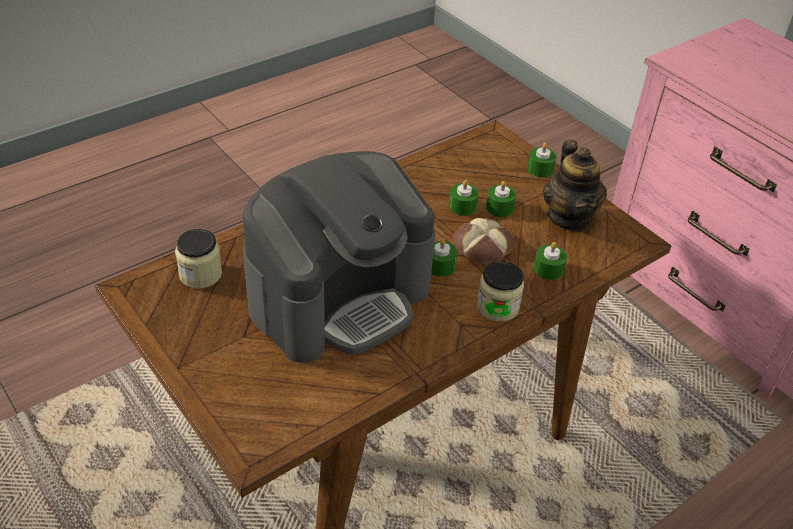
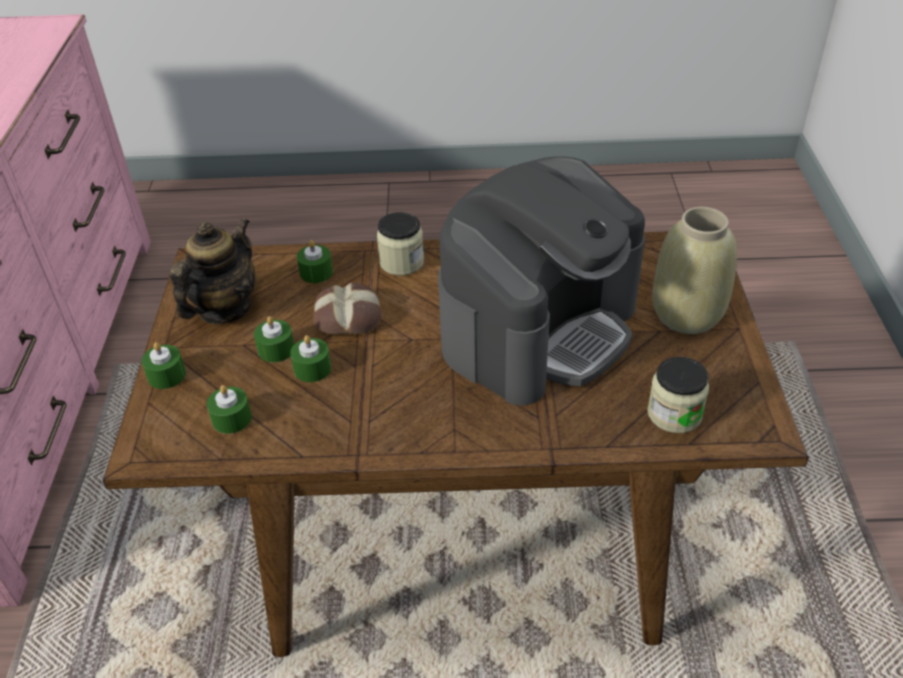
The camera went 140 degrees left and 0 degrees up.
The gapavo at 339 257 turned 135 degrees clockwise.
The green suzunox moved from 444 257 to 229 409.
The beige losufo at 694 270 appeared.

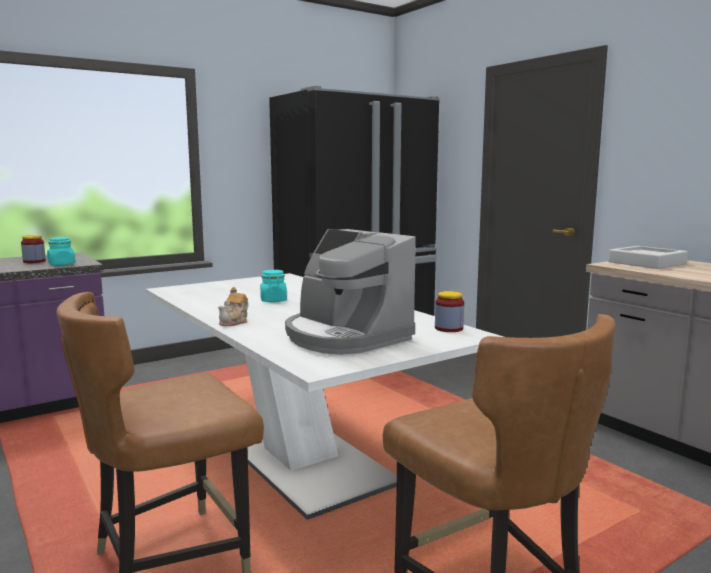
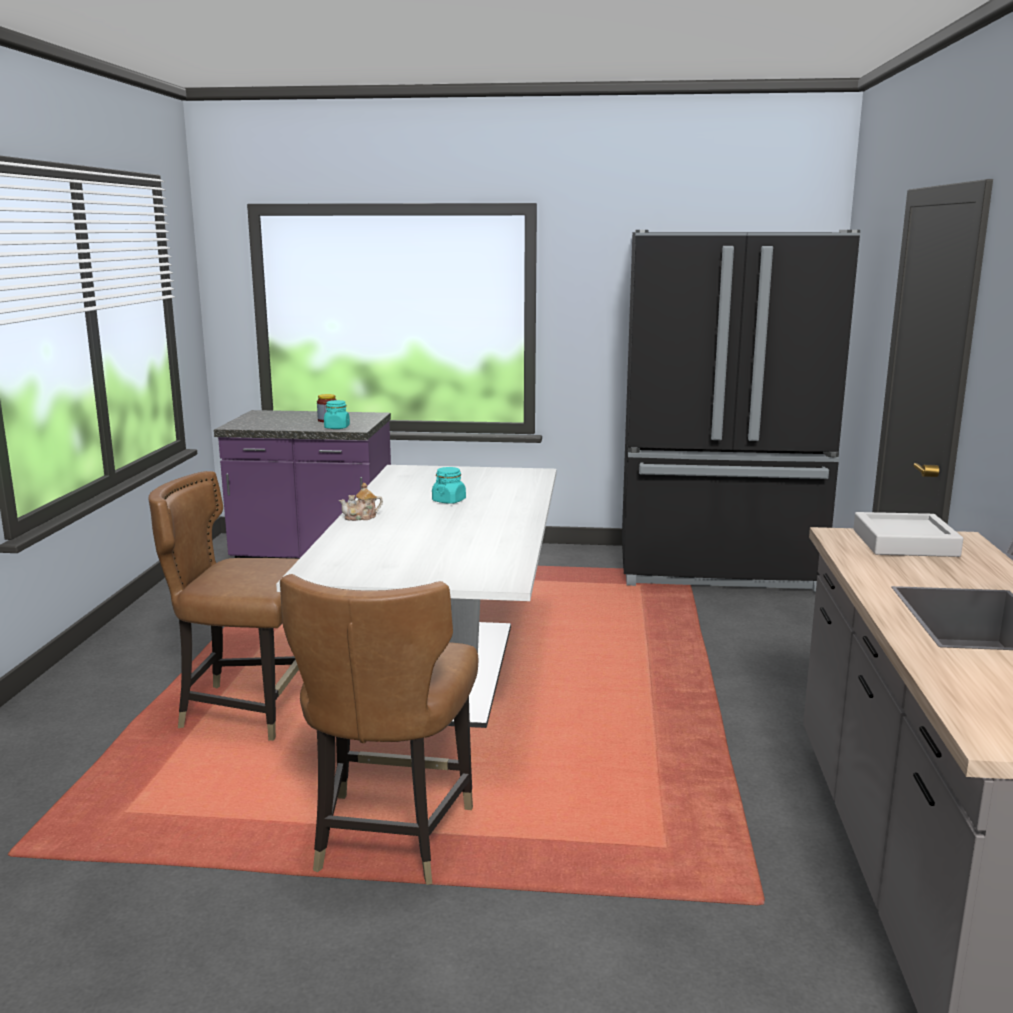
The camera went 40 degrees right and 5 degrees up.
The gapavo at 350 292 disappeared.
The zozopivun at 449 311 disappeared.

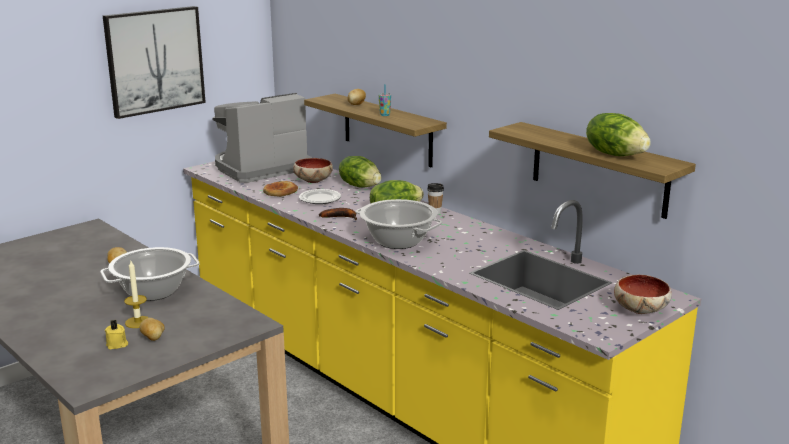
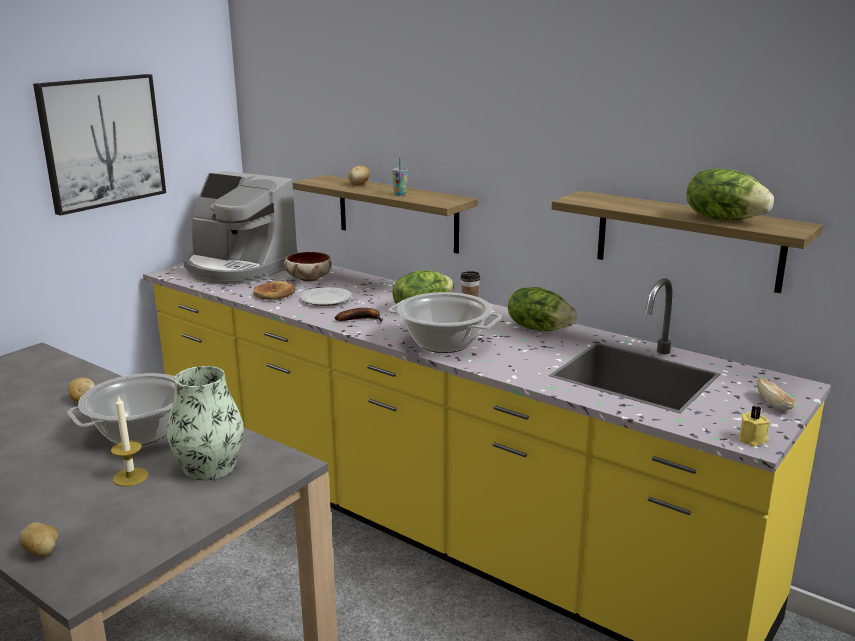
The camera went 10 degrees left and 0 degrees up.
The yellow suzunox moved from 116 334 to 754 426.
The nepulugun moved from 152 329 to 39 540.
The gapavo at 262 138 turned 105 degrees counterclockwise.
The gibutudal moved from 360 172 to 542 309.
The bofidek at 643 294 was replaced by the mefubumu at 776 394.
The losufo at 205 423 appeared.

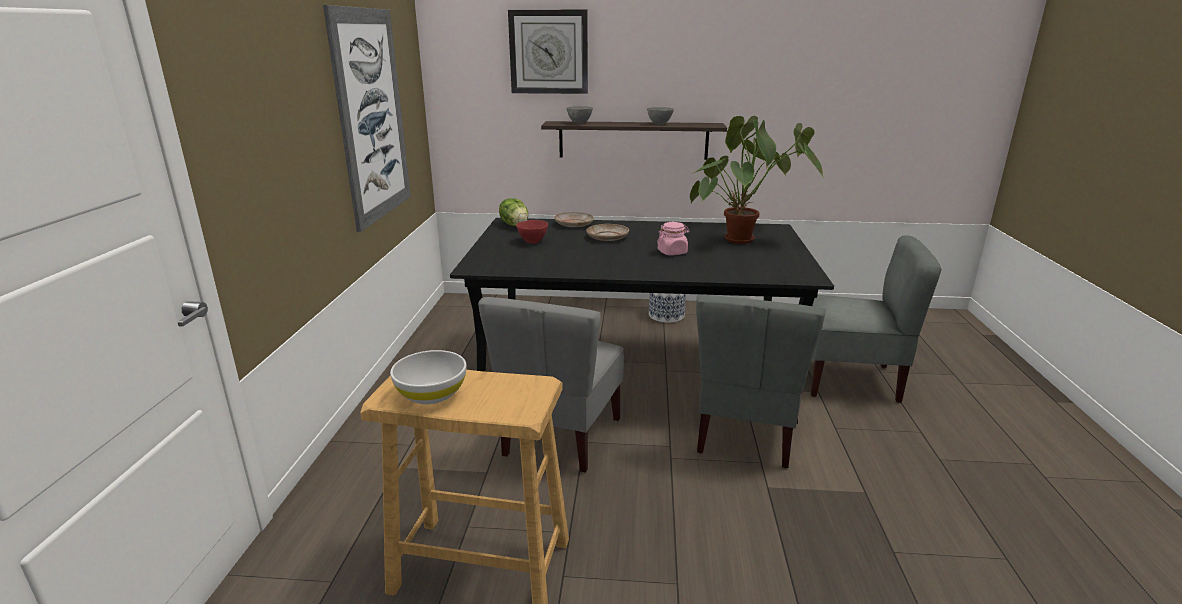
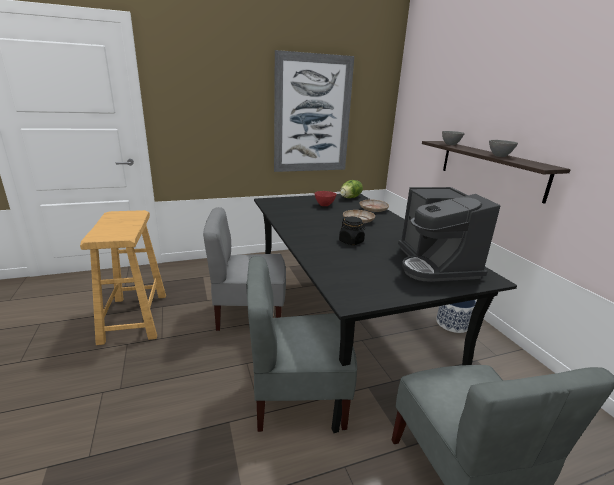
The camera went 65 degrees right and 0 degrees up.
The white bofidek at 428 377 disappeared.
The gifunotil at 548 52 disappeared.
The pink zozopivun at 673 238 became the black zozopivun at 352 231.
The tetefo at 757 180 was replaced by the gapavo at 449 234.

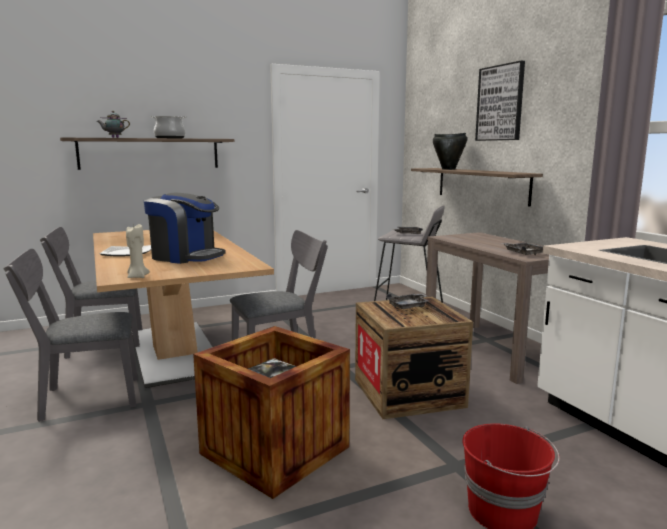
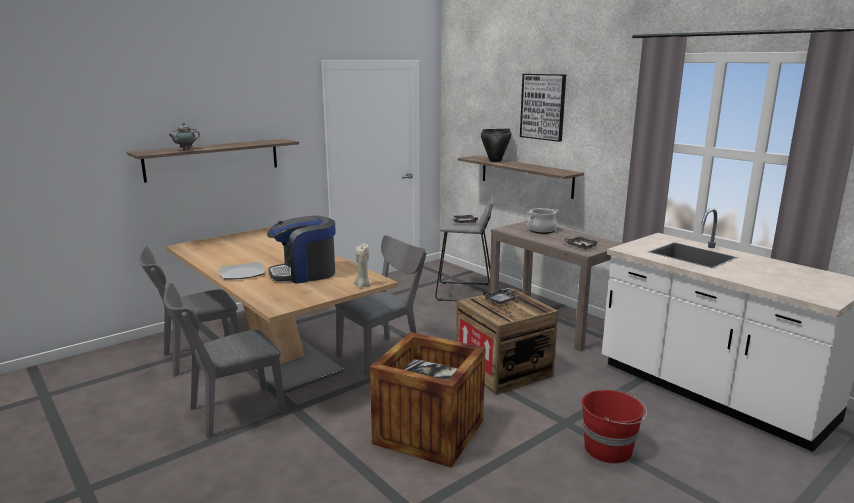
The camera went 15 degrees left and 5 degrees up.
The beige suzunox moved from 137 251 to 362 265.
The gapavo at 185 228 turned 150 degrees clockwise.
The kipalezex moved from 168 127 to 543 221.

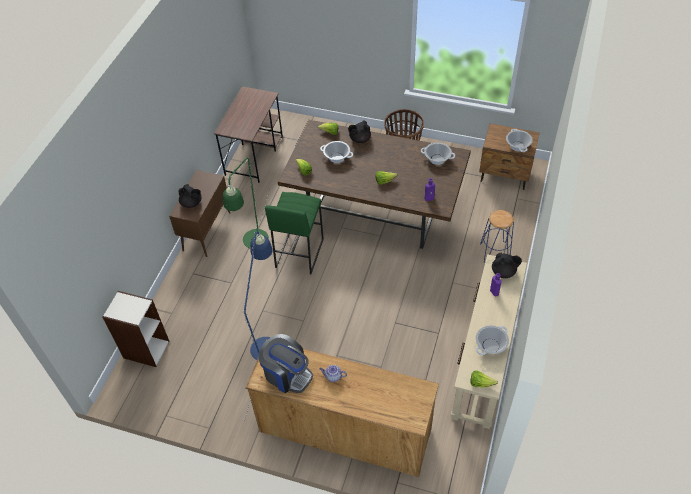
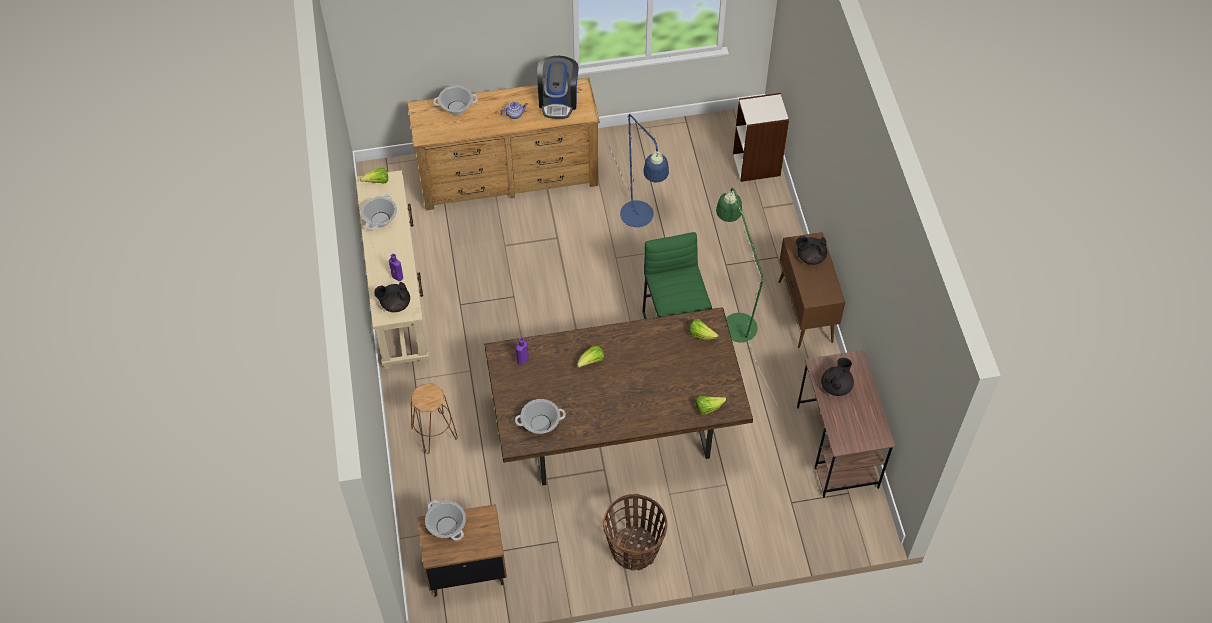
The camera went 150 degrees right and 5 degrees up.
The gapavo at 285 363 turned 90 degrees counterclockwise.
The kipalezex moved from 336 152 to 455 100.
The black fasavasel moved from 359 131 to 837 377.
The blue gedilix at 497 236 became the brown gedilix at 434 418.

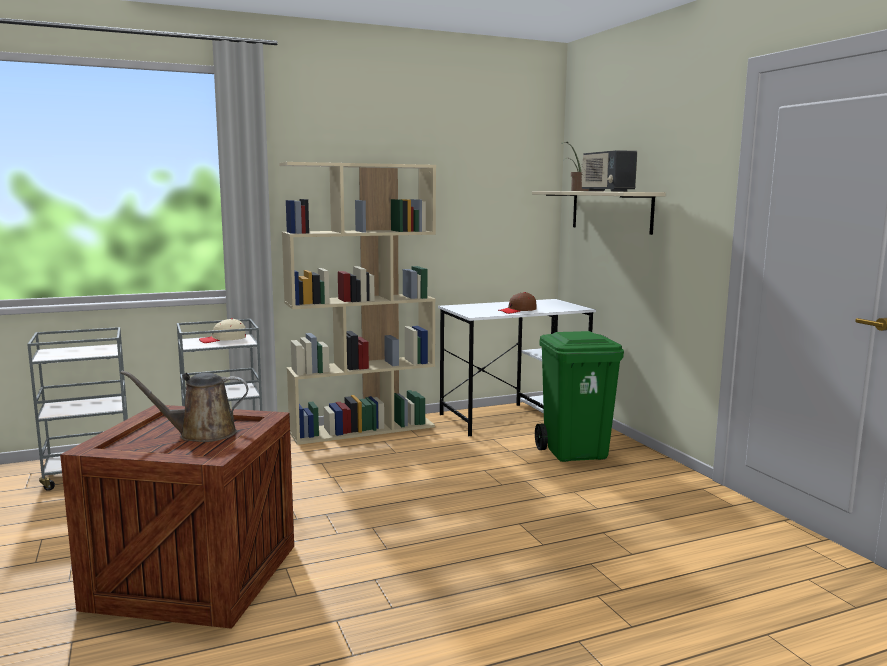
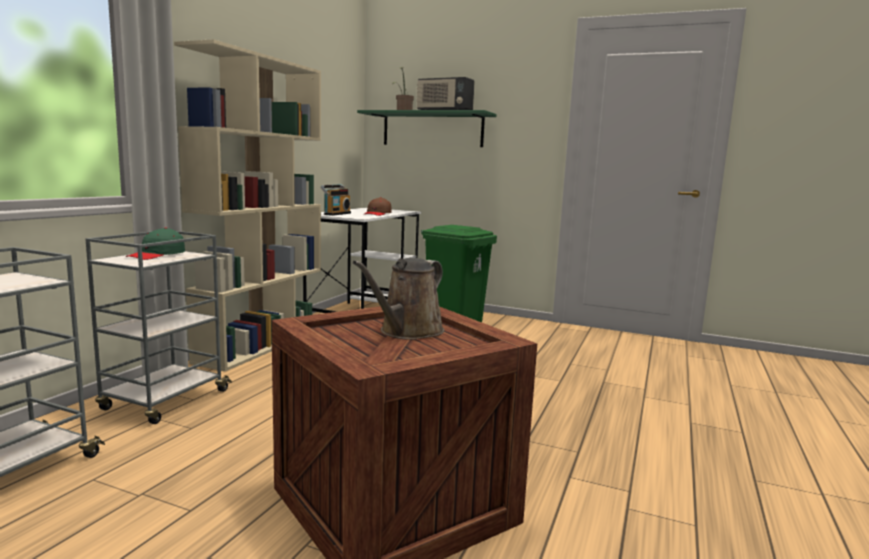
The camera went 45 degrees left and 0 degrees up.
The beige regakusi at 222 330 became the green regakusi at 155 243.
The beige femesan at 599 213 became the green femesan at 427 128.
The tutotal at 335 200 appeared.

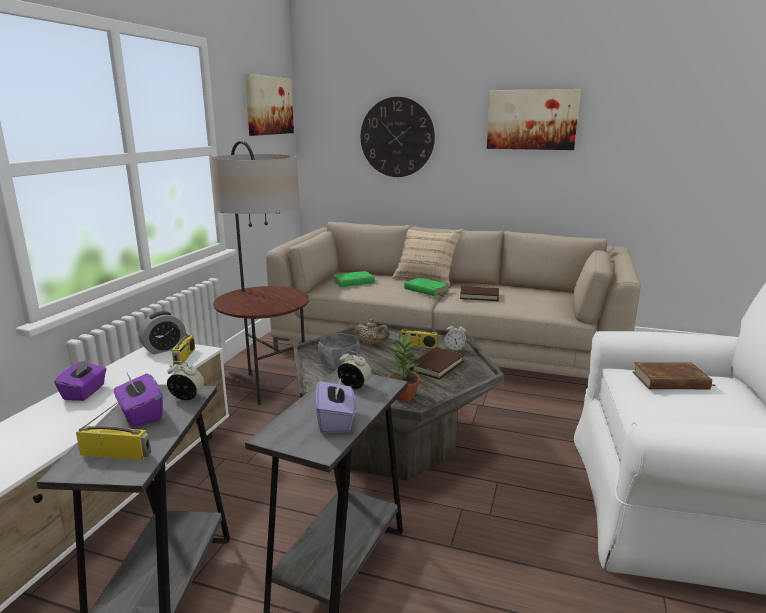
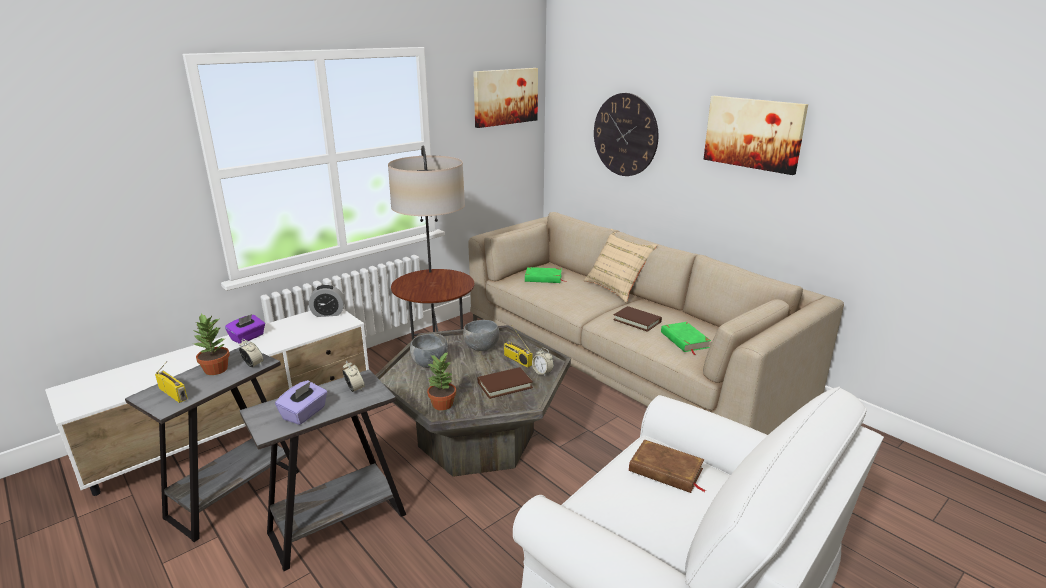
The camera went 30 degrees right and 5 degrees up.
The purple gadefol at 138 399 was replaced by the tetefo at 211 344.
The tutotal at 183 345 disappeared.
The beige fasavasel at 371 332 was replaced by the grey bofidek at 481 335.
The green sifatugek moved from 427 287 to 686 338.

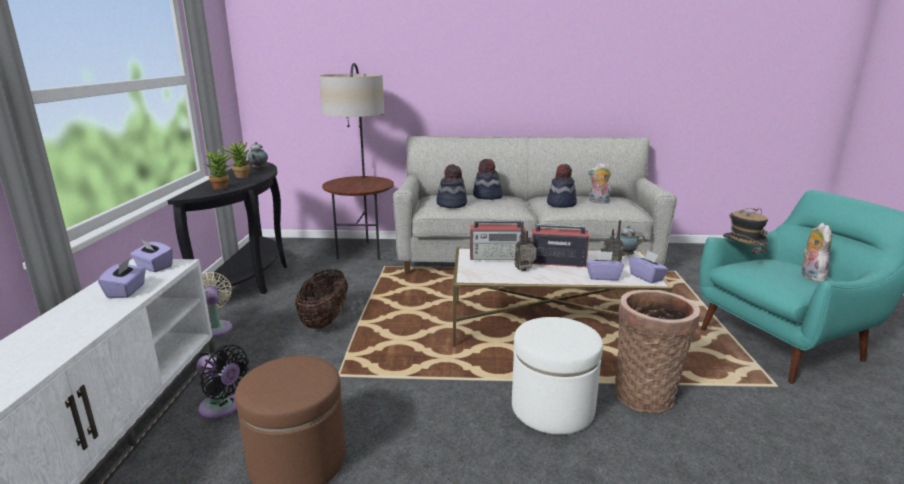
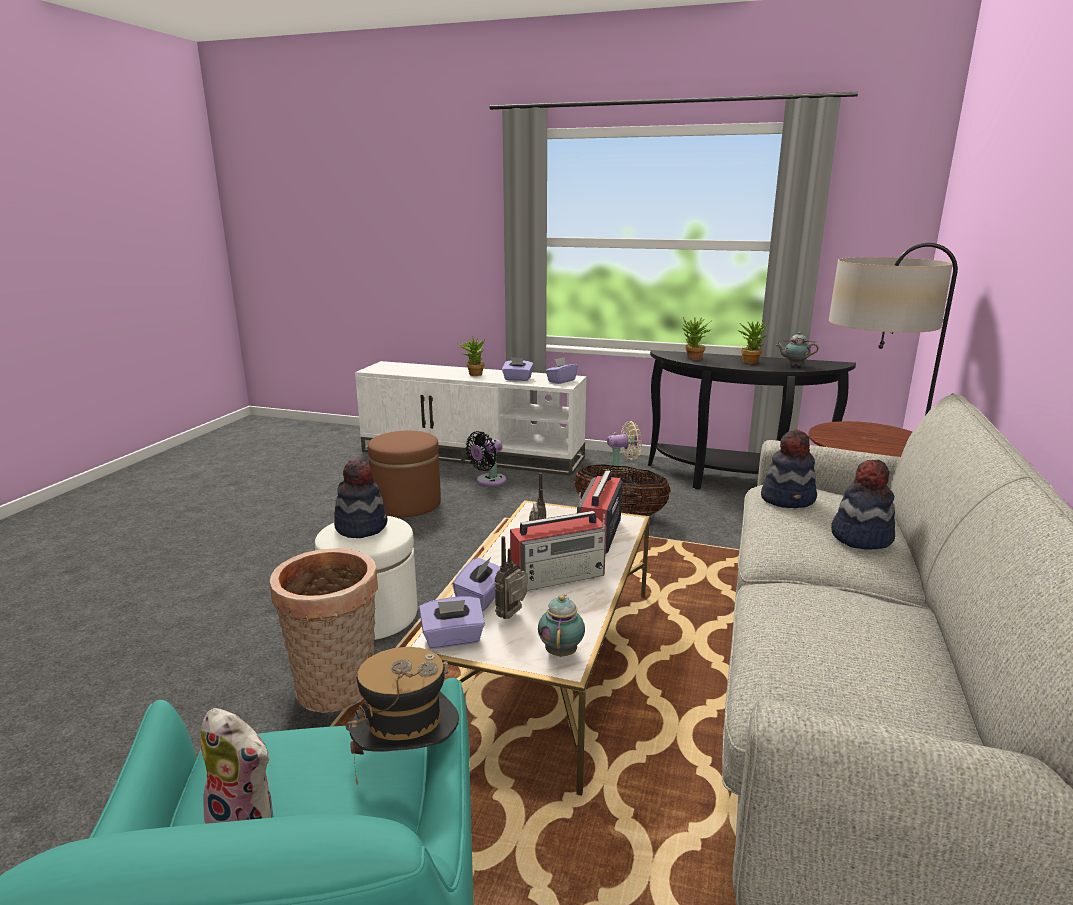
The camera went 105 degrees right and 0 degrees up.
The tutotal at 560 243 turned 45 degrees clockwise.
The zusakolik moved from 562 186 to 360 498.
The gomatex at 599 183 disappeared.
The tetefo at 471 356 appeared.

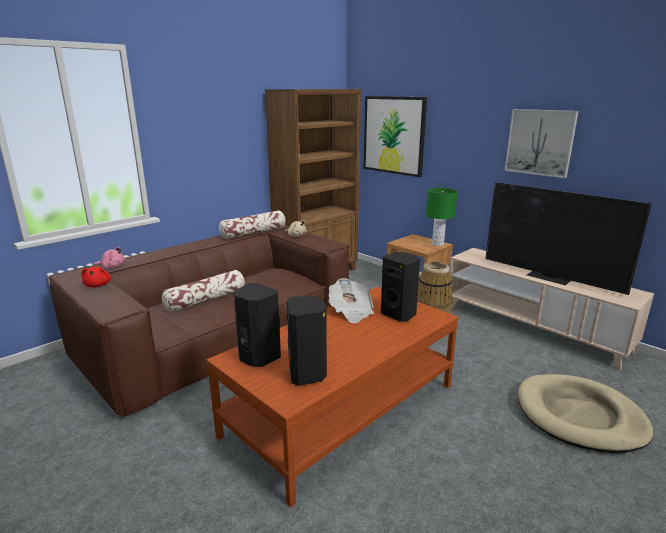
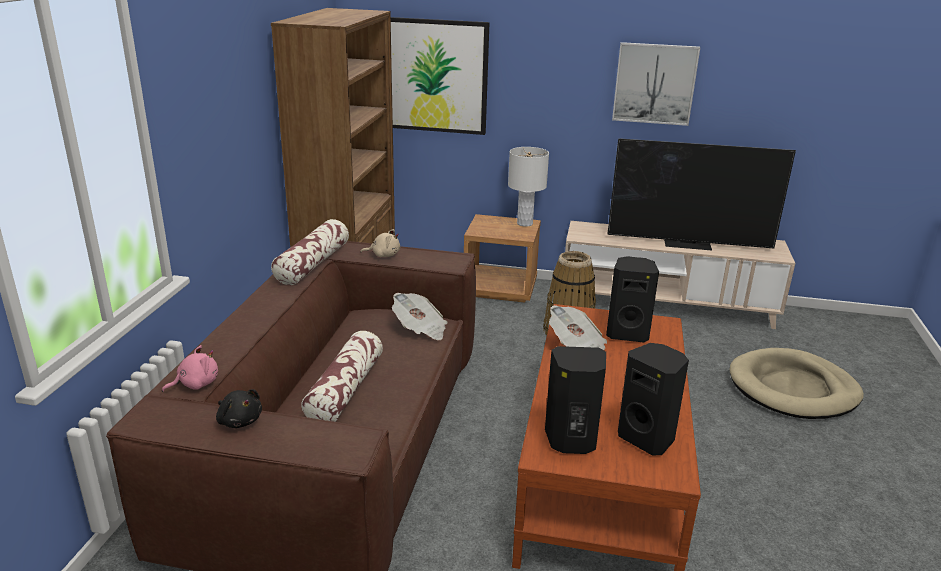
The camera went 35 degrees left and 5 degrees up.
The red gomatex at 96 277 became the black gomatex at 239 408.
The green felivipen at 442 217 became the white felivipen at 528 187.
The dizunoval at 419 316 appeared.

